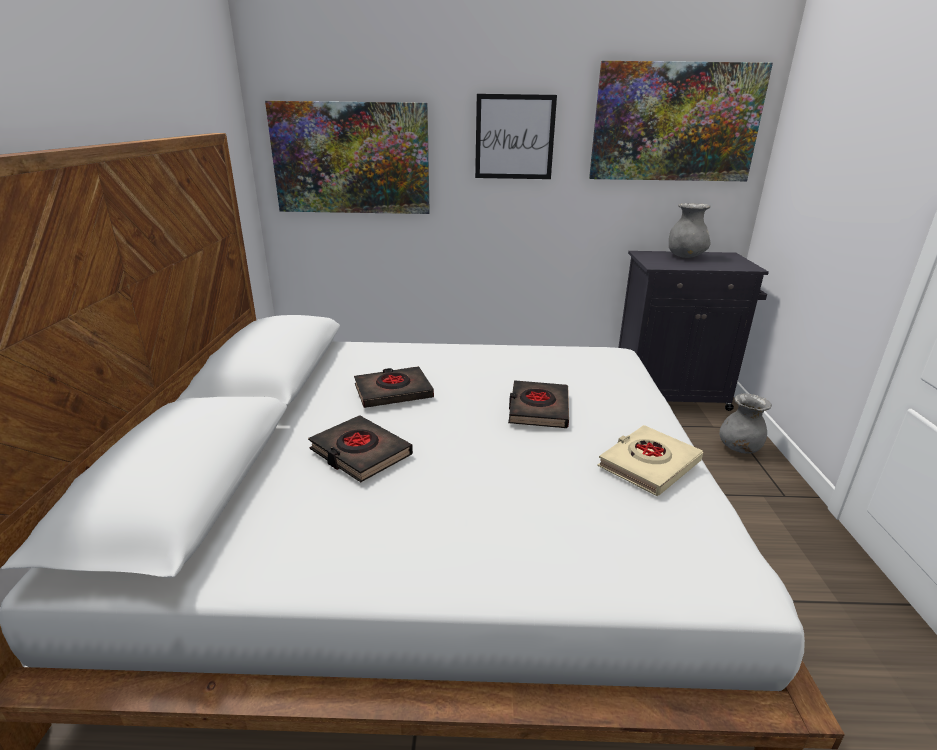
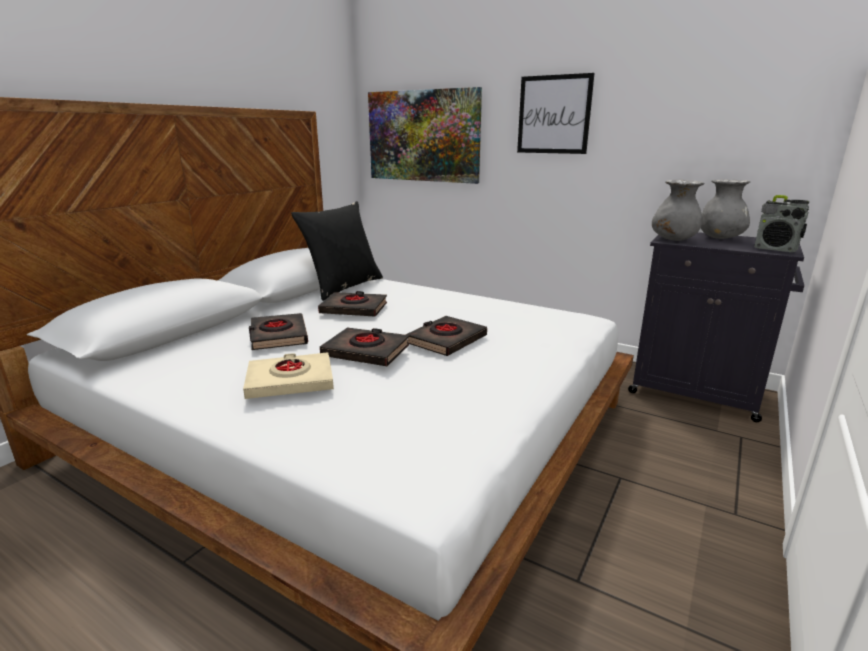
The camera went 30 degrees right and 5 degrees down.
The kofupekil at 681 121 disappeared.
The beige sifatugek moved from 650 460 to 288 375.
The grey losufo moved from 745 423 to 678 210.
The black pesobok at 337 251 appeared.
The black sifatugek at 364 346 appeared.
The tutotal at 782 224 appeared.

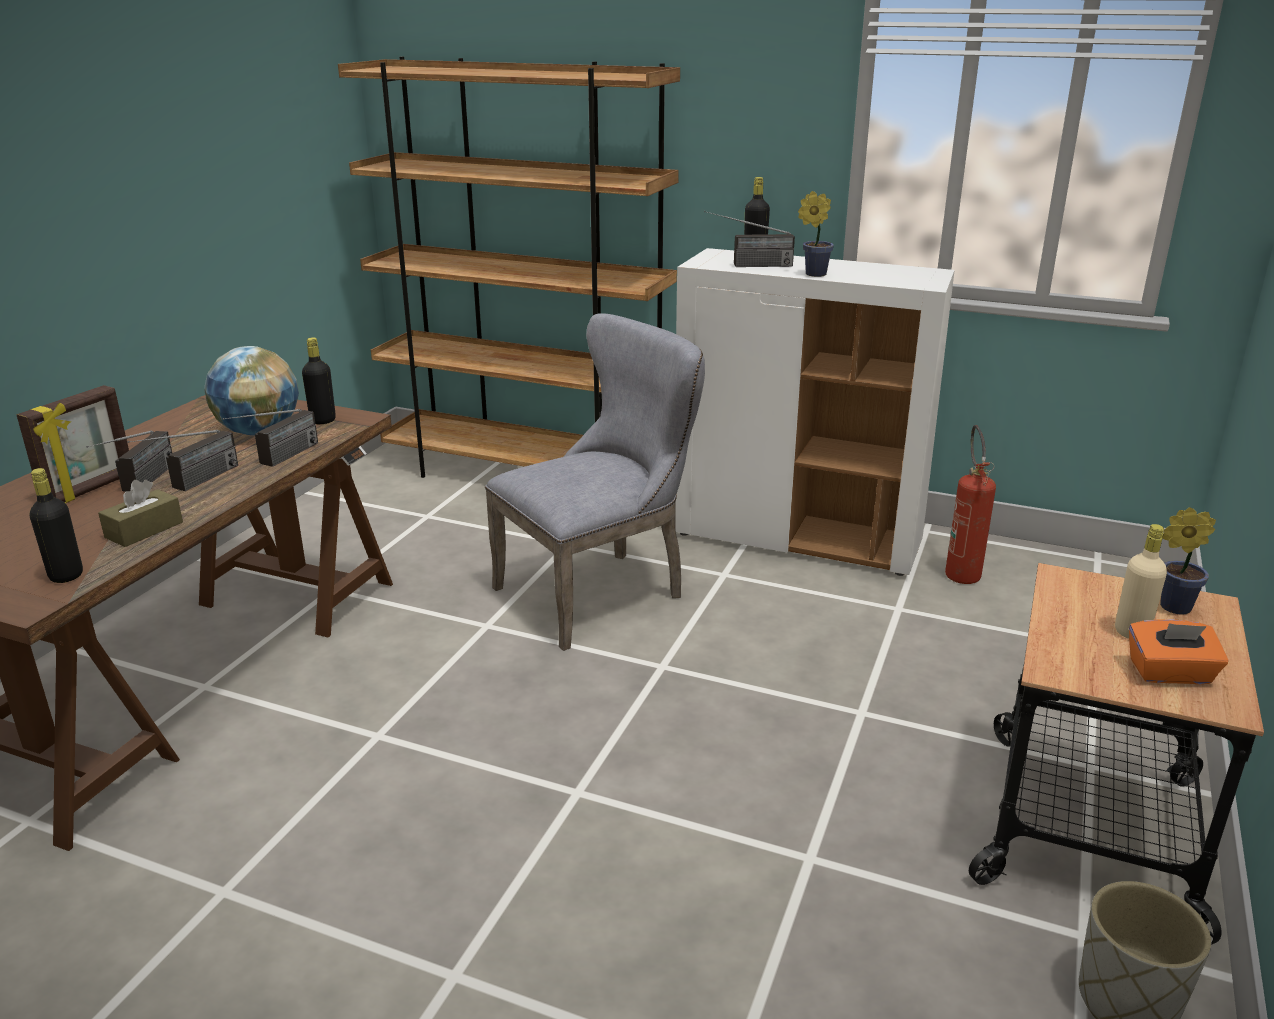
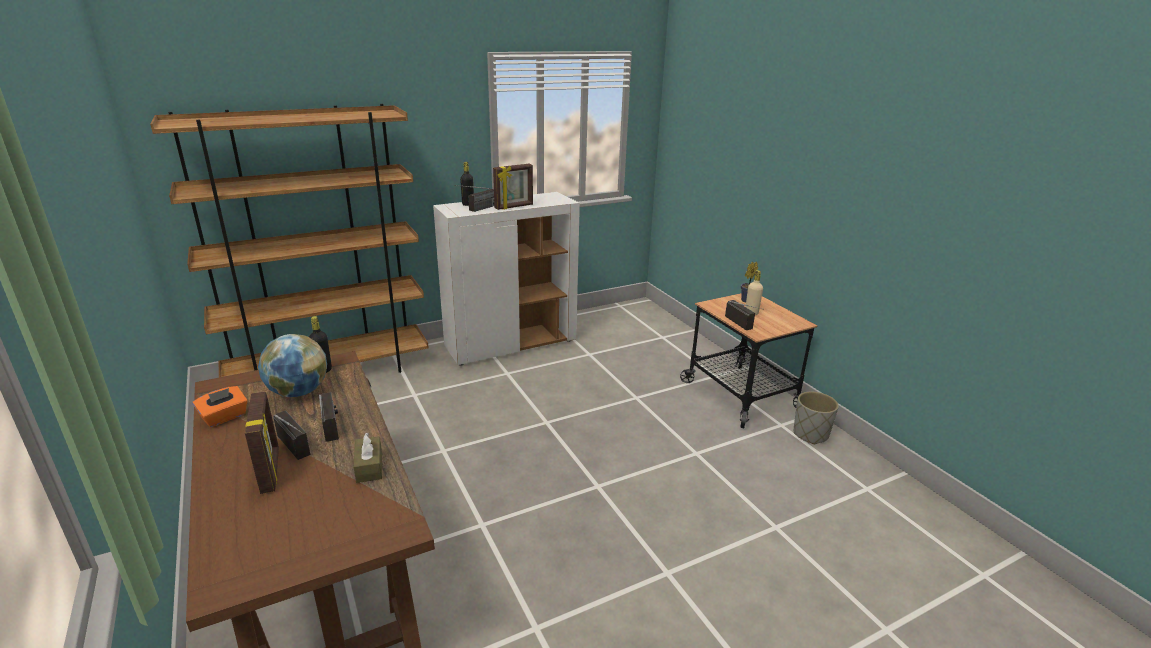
The camera went 50 degrees left and 0 degrees up.
The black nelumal at 56 525 disappeared.
The tutotal moved from 270 438 to 744 315.
The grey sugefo at 595 482 disappeared.
The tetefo at 816 234 was replaced by the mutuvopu at 513 187.
The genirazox at 970 504 disappeared.
The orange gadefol moved from 1178 651 to 220 406.

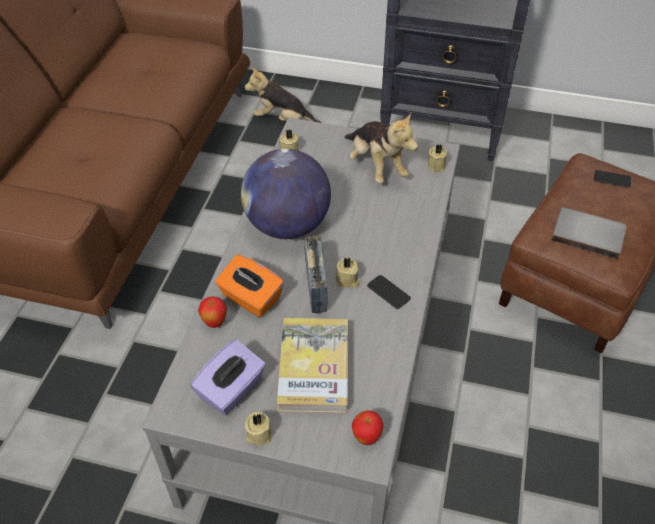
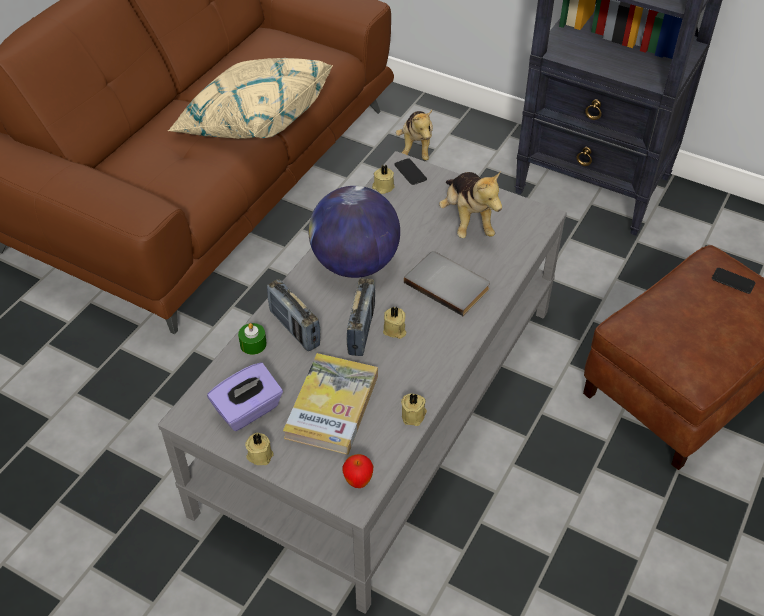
The camera went 15 degrees right and 0 degrees up.
The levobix at 212 312 was replaced by the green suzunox at 252 339.
The orange gadefol at 249 286 was replaced by the tutotal at 294 315.
The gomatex at 283 95 turned 120 degrees counterclockwise.
The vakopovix moved from 389 292 to 410 171.
The beige suzunox moved from 437 158 to 414 409.
The grey sifatugek moved from 589 233 to 447 283.
The beige pesobok at 250 98 appeared.

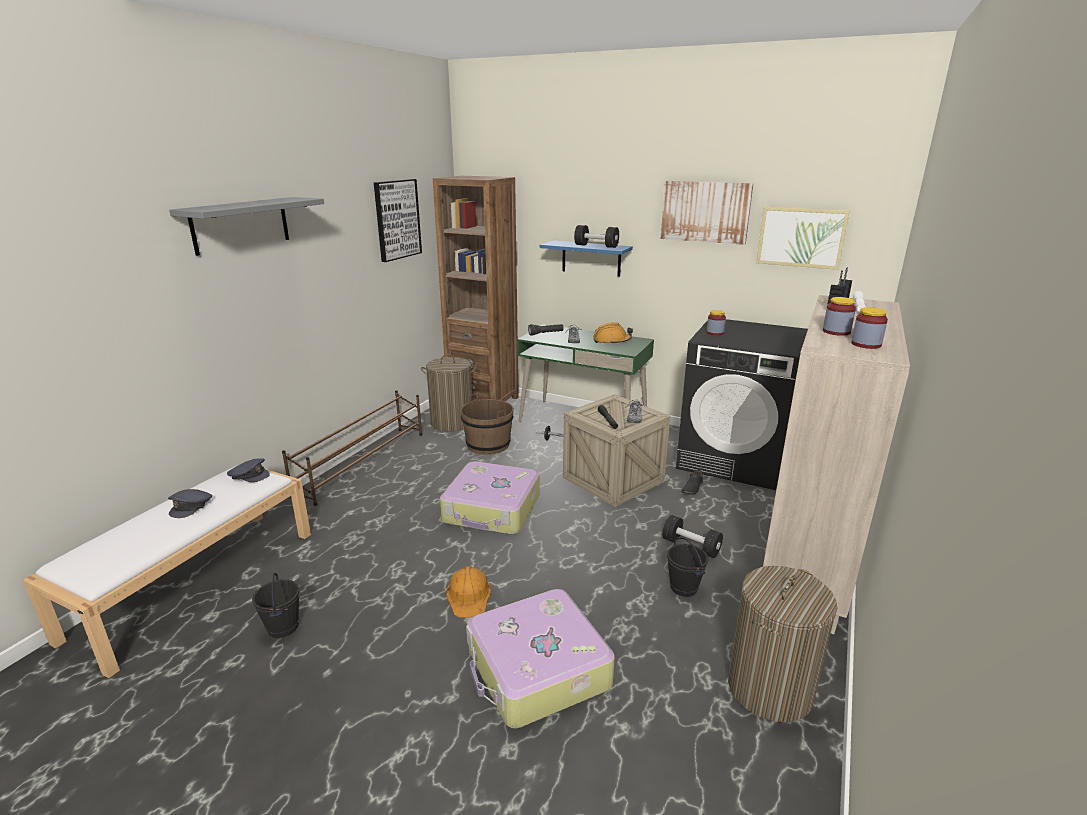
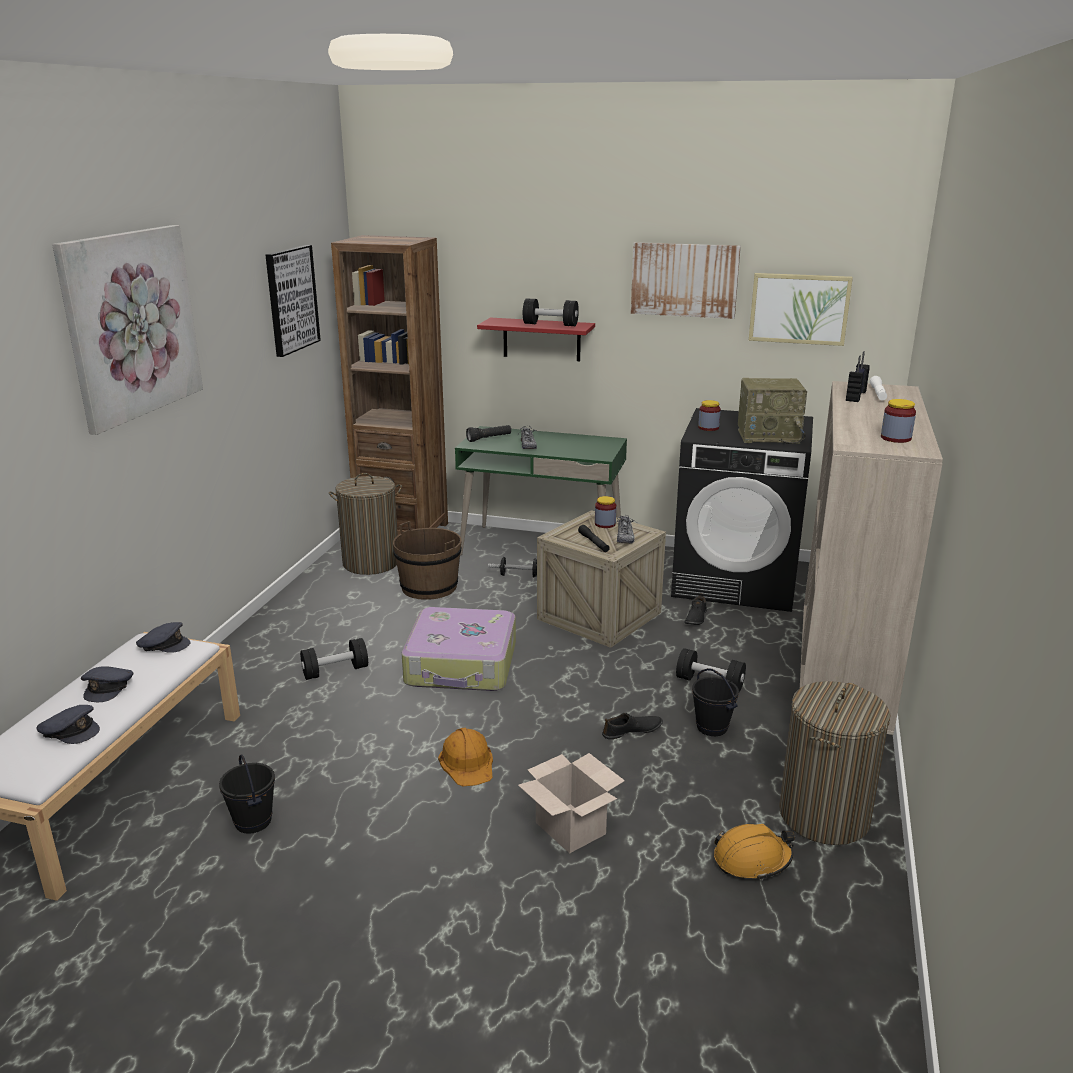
The camera went 10 degrees left and 0 degrees up.
The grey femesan at 246 226 was replaced by the kofupekil at 127 330.
The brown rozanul at 352 448 disappeared.
The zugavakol at 540 659 was replaced by the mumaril at 571 803.
The blue femesan at 586 258 became the red femesan at 536 339.
The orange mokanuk moved from 613 333 to 754 852.
The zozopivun moved from 839 316 to 605 512.
The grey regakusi at 68 724 appeared.
The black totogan at 334 659 appeared.
The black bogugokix at 632 725 appeared.
The tutotal at 772 411 appeared.

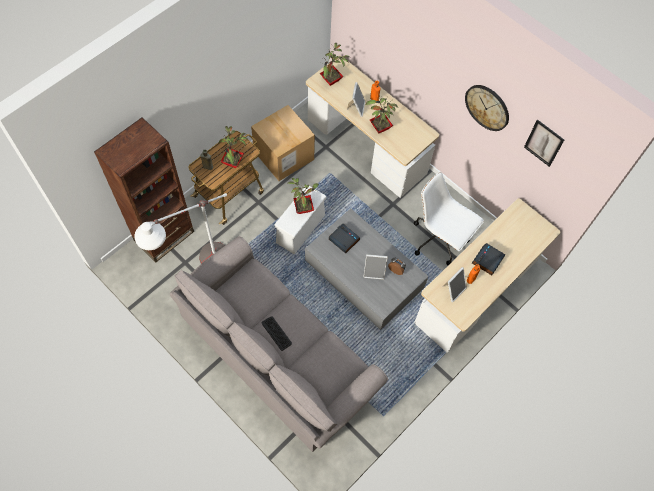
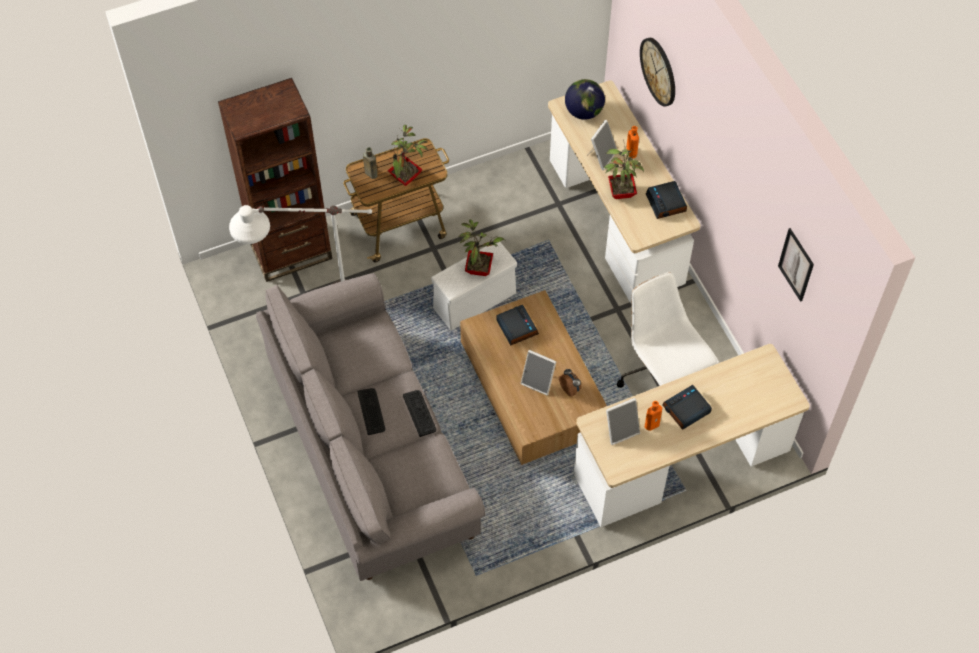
The camera went 25 degrees right and 5 degrees down.
The mumaril at 283 143 disappeared.
The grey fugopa at 366 269 became the brown fugopa at 533 377.
The tetefo at 334 64 was replaced by the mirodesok at 585 99.
The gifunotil moved from 487 108 to 657 72.
The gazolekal at 419 413 appeared.
The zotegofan at 666 200 appeared.

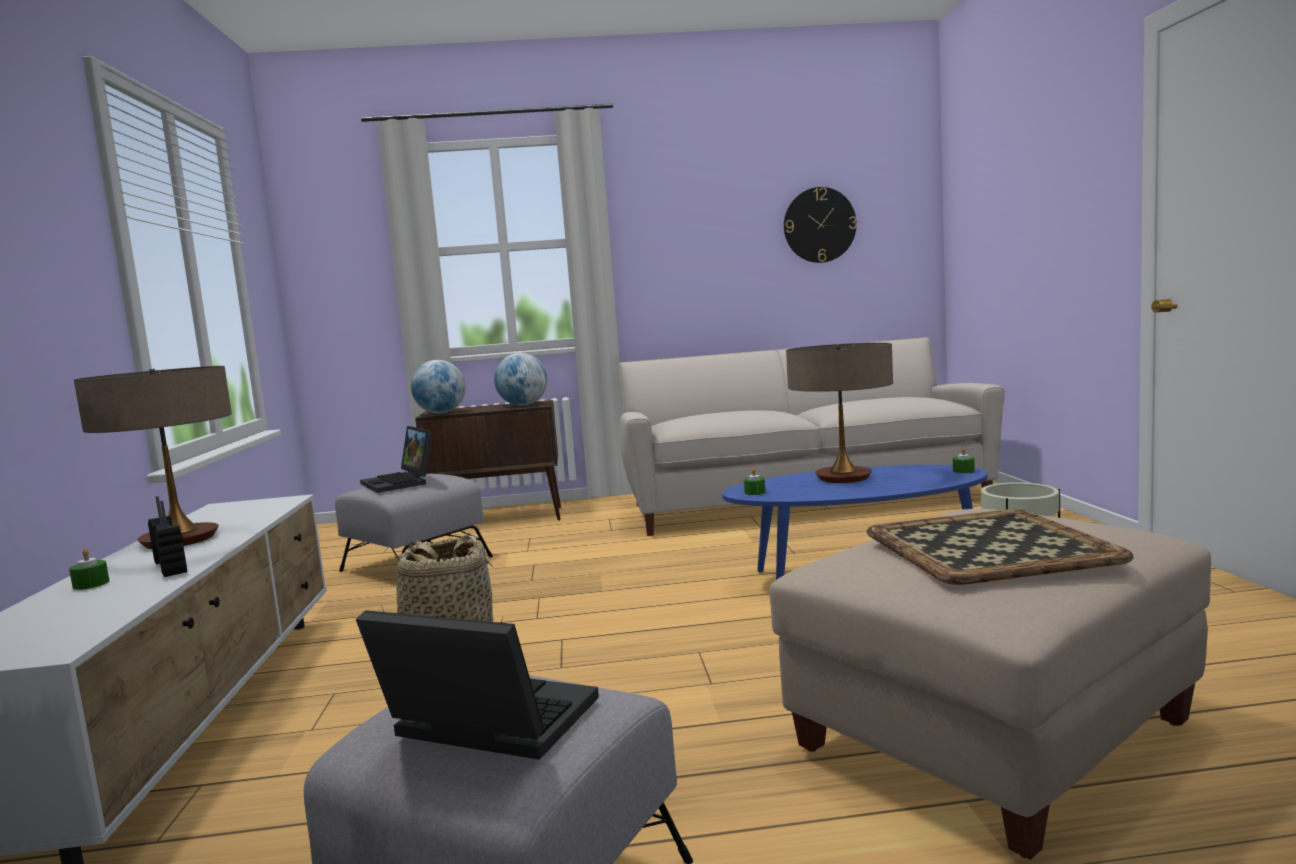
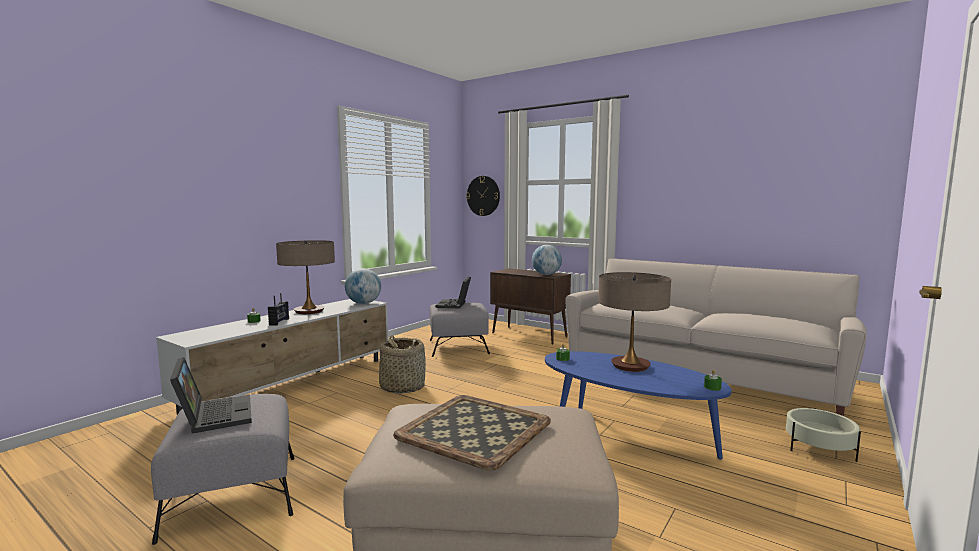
The camera went 40 degrees right and 0 degrees up.
The mirodesok moved from 438 387 to 363 286.
The gifunotil moved from 820 225 to 483 196.

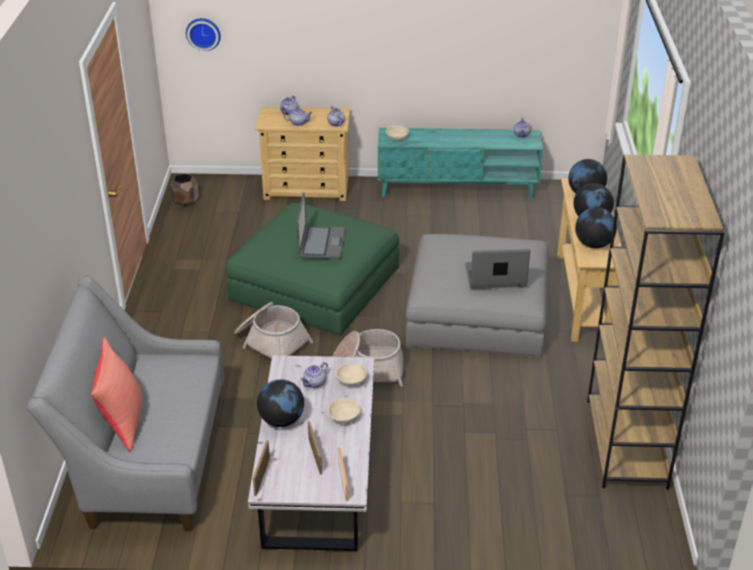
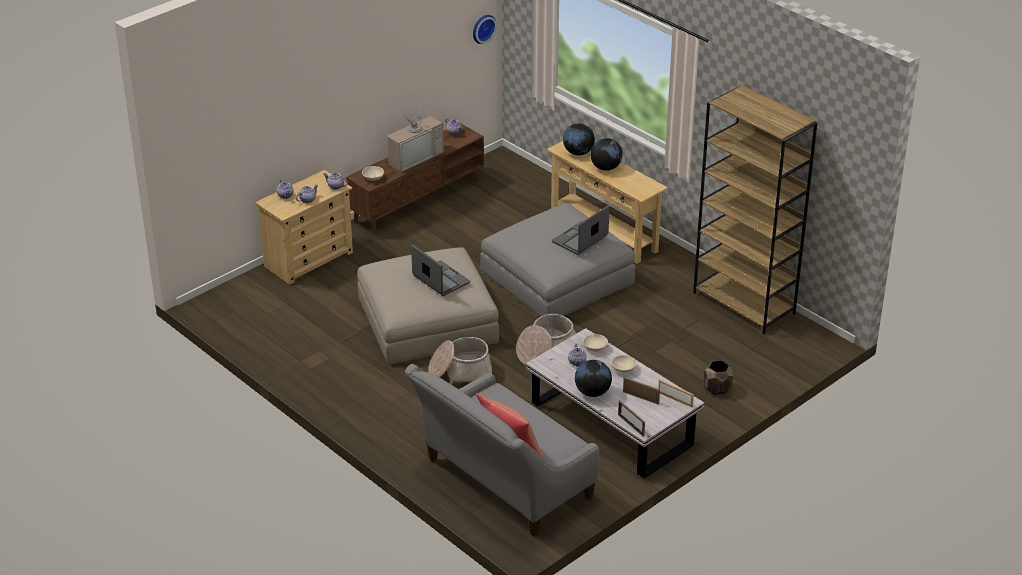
The camera went 45 degrees left and 0 degrees up.
The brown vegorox moved from 184 190 to 718 377.
The gifunotil moved from 203 34 to 485 29.
The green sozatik at 312 269 became the beige sozatik at 428 306.
The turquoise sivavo at 460 163 became the brown sivavo at 415 179.
The mirodesok at 596 227 disappeared.
The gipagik at 415 135 appeared.

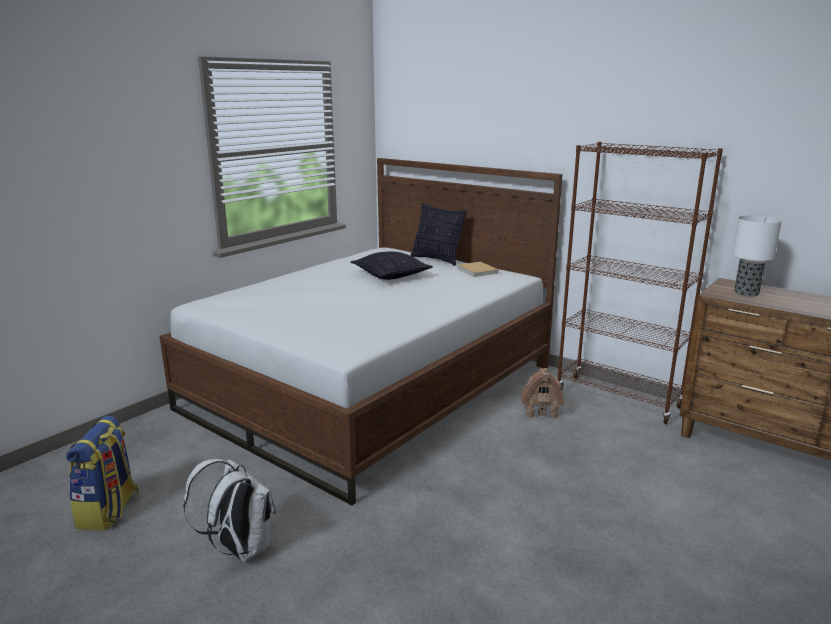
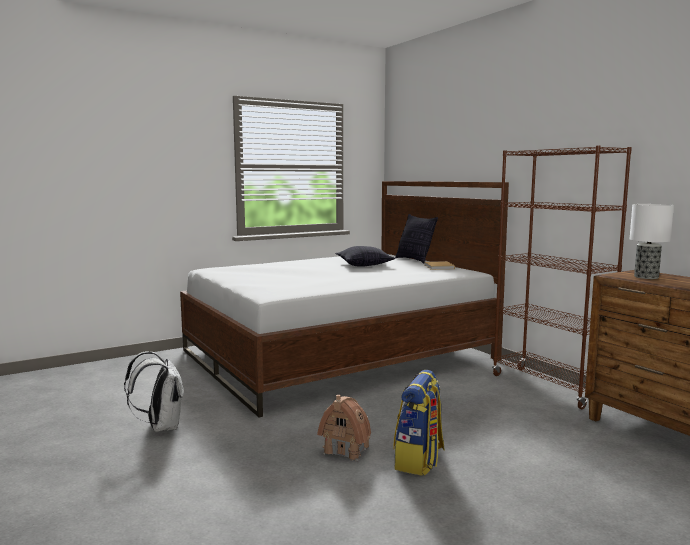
The camera went 20 degrees right and 10 degrees down.
The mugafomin moved from 102 473 to 419 423.
The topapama moved from 542 394 to 344 428.

